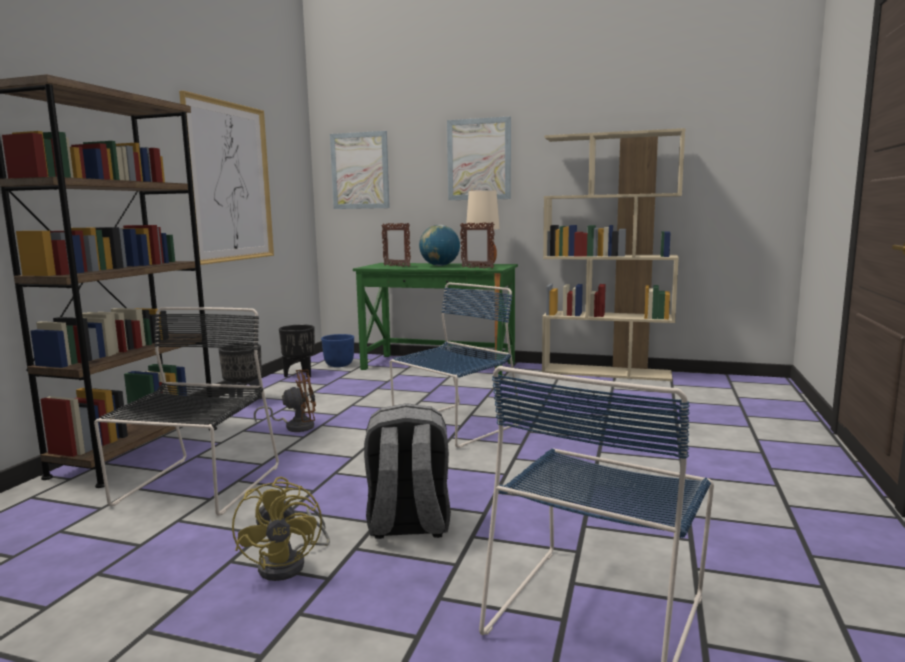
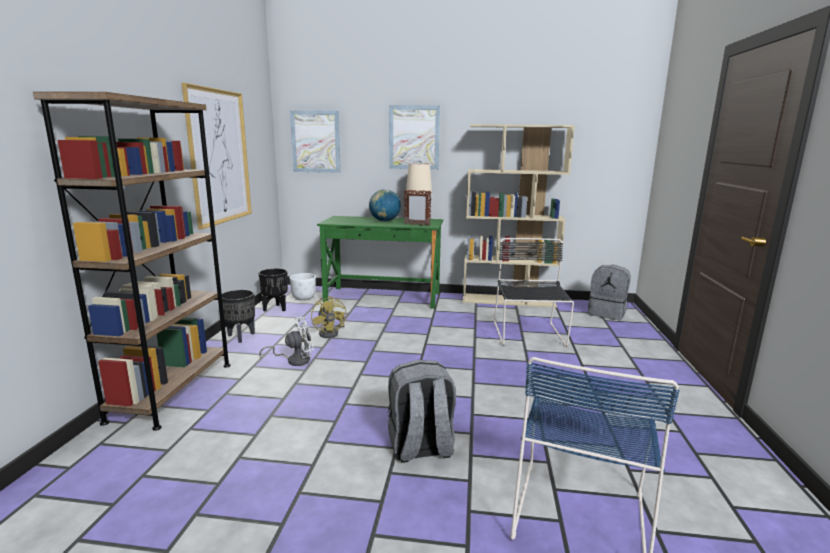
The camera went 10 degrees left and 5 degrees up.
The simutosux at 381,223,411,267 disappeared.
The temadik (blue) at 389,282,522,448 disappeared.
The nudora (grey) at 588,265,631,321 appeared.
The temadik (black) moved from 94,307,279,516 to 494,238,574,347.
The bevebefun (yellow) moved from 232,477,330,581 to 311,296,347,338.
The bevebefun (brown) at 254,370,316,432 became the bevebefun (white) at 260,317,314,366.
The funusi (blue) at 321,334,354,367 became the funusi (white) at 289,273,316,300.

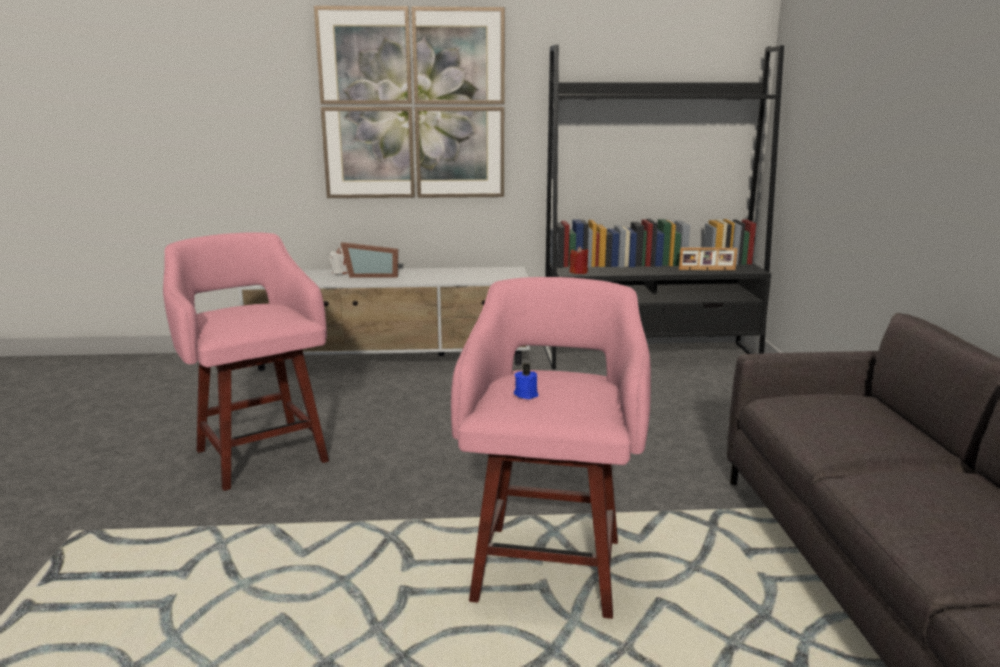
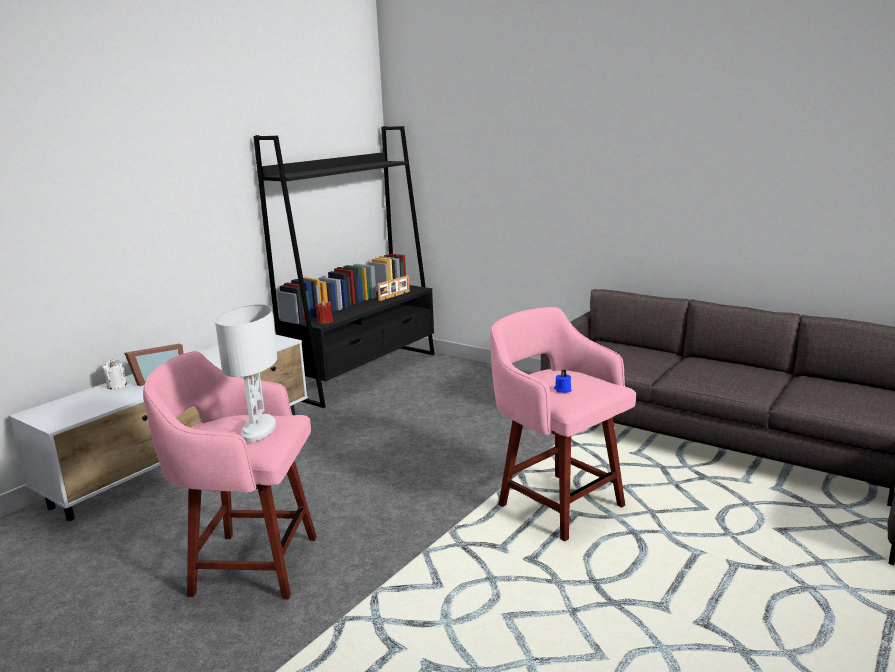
The camera went 50 degrees left and 0 degrees up.
The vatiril at 314,6,505,198 disappeared.
The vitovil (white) at 215,304,277,442 appeared.

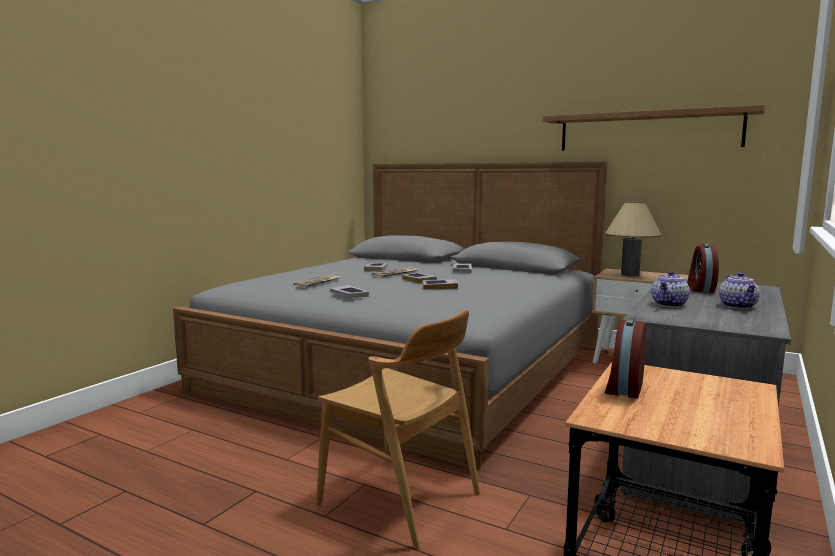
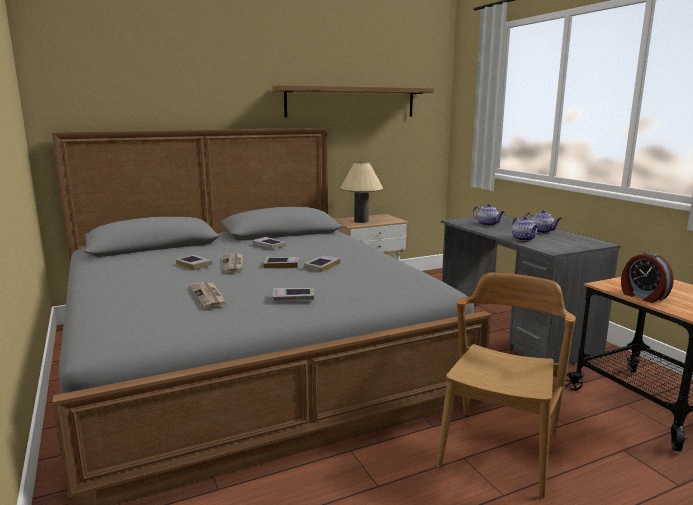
The camera went 55 degrees left and 5 degrees up.
The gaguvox at 687,244,719,292 was replaced by the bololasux at 473,204,505,226.
The temadik (brown) at 316,310,480,549 turned 45 degrees counterclockwise.

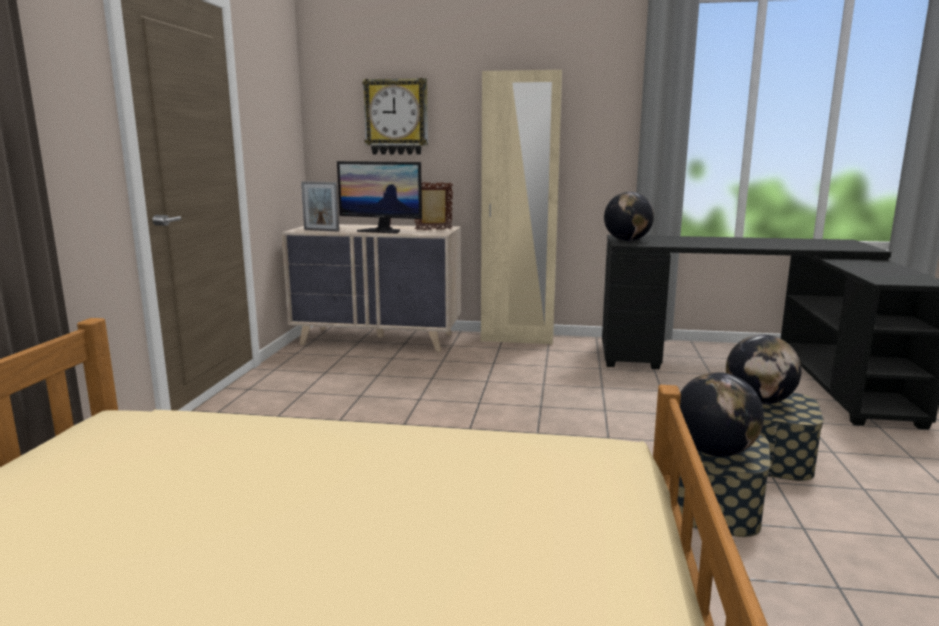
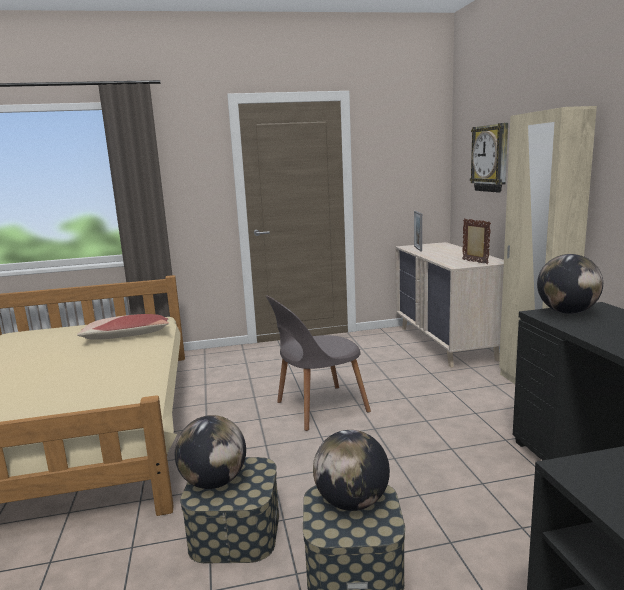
The camera went 70 degrees right and 0 degrees up.
The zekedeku at 337,161,422,234 disappeared.
The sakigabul at 77,314,169,340 appeared.
The temadik (grey) at 265,295,371,431 appeared.

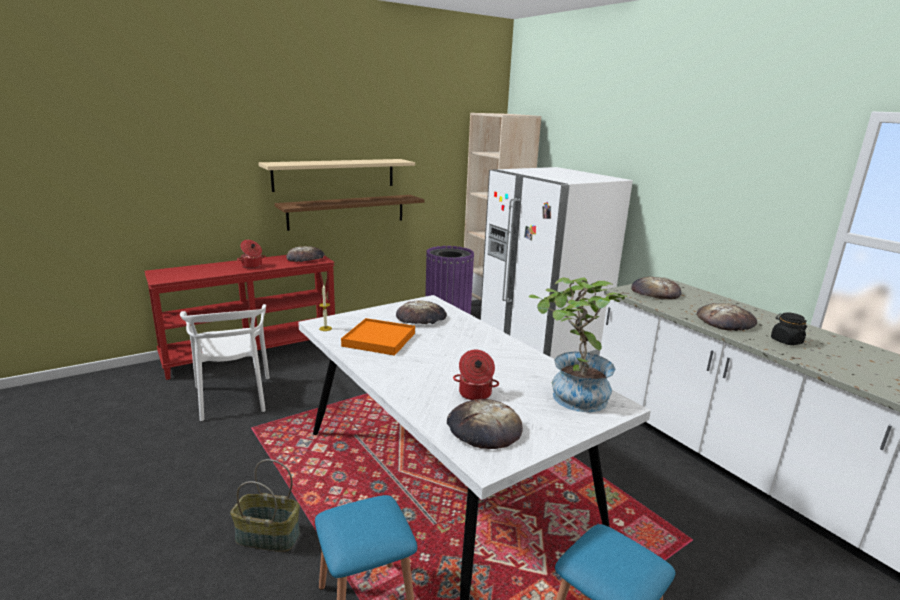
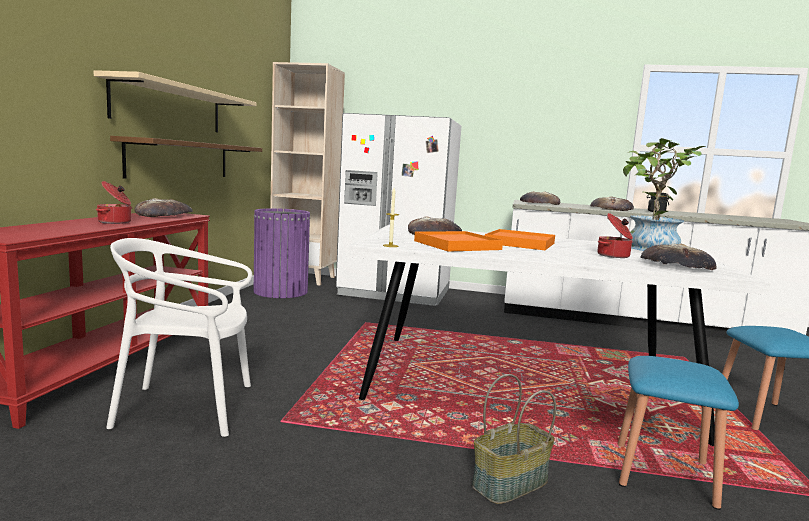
The camera went 45 degrees left and 10 degrees down.
The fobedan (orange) at 485,229,555,250 appeared.
The temadik (white) at 180,304,270,421 turned 150 degrees clockwise.

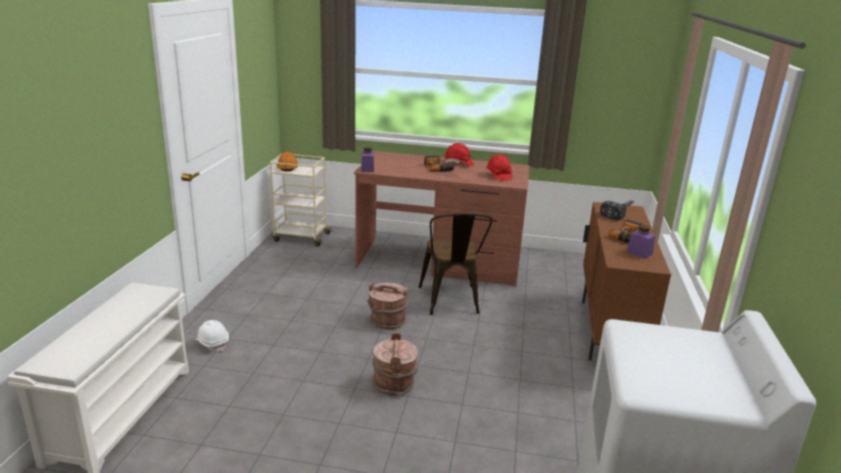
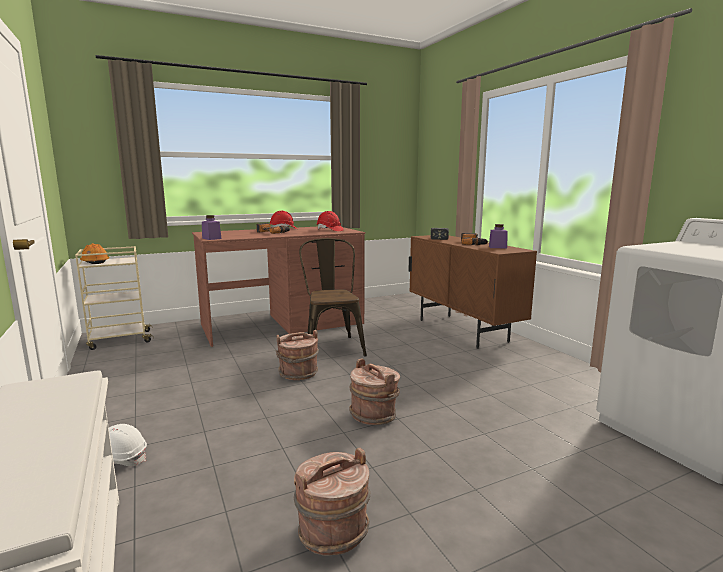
The camera went 35 degrees left and 10 degrees down.
The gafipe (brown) at 294,448,370,556 appeared.
The temadik (brown) at 419,213,493,315 turned 150 degrees counterclockwise.

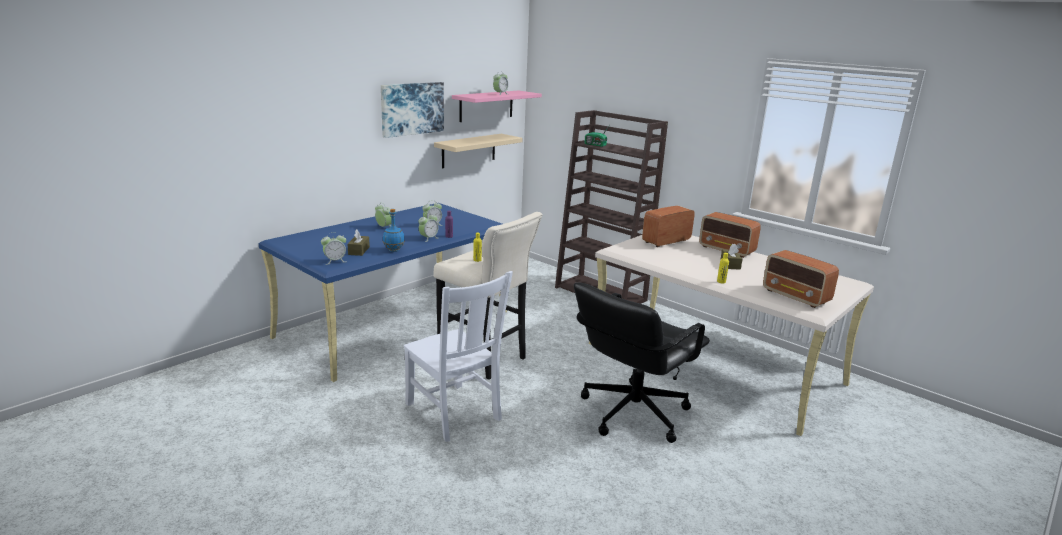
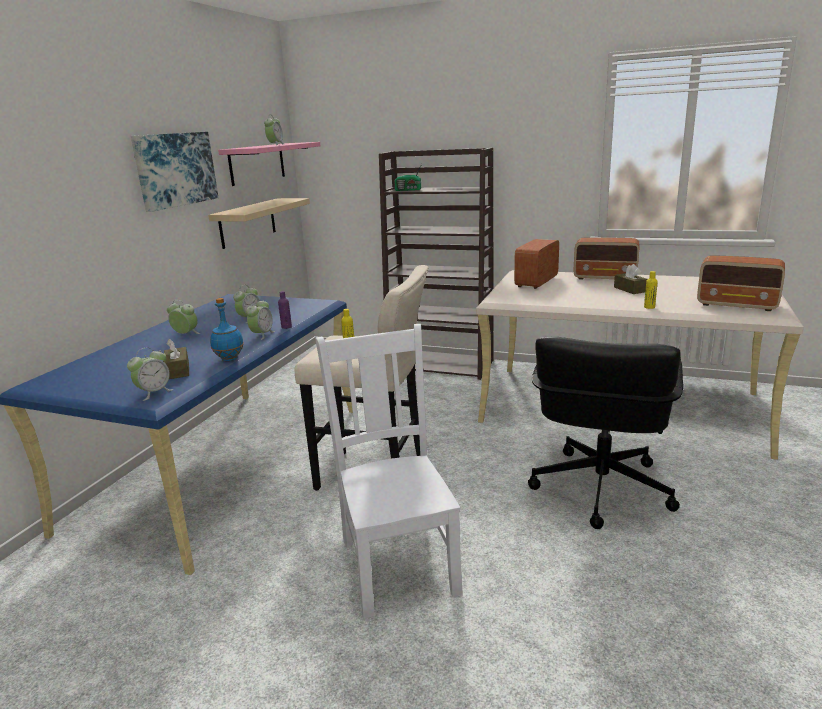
The camera went 20 degrees left and 0 degrees up.
The temadik (white) at 404,271,513,442 turned 135 degrees counterclockwise.

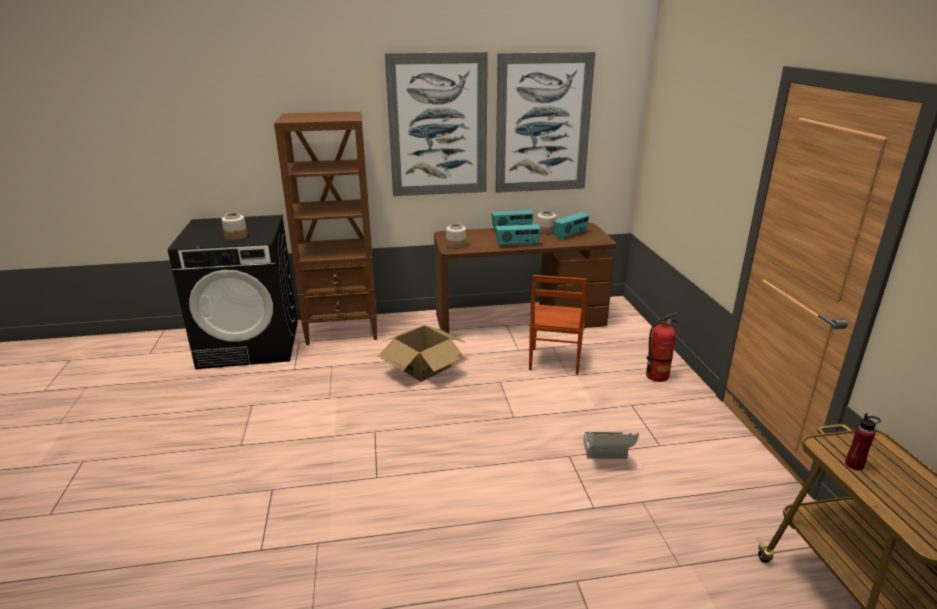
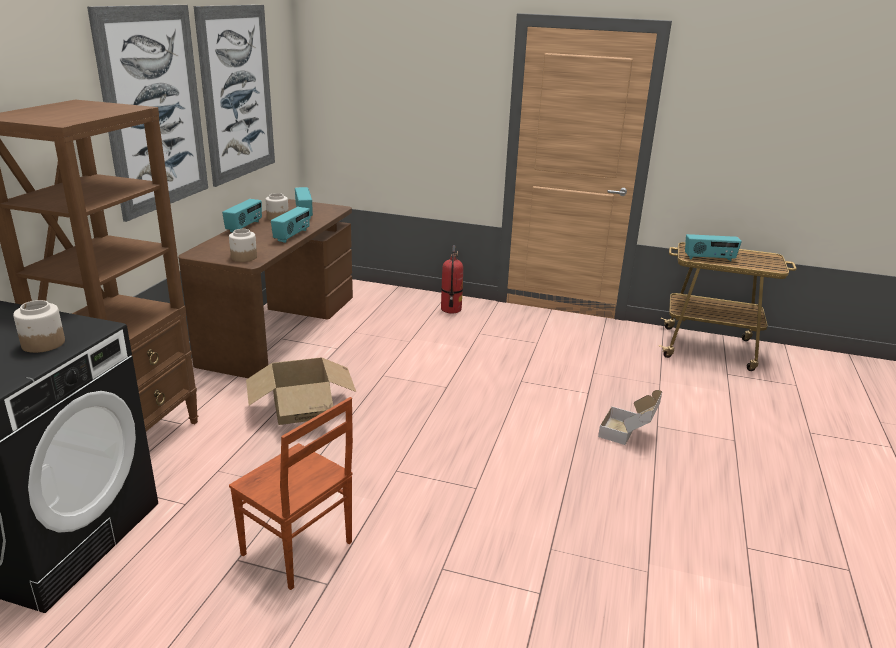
The camera went 65 degrees left and 0 degrees up.
The temadik (brown) moved from 529,275,587,375 to 229,397,353,590.
The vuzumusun moved from 583,432,639,459 to 598,390,662,445.
The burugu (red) at 845,413,881,470 was replaced by the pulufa at 685,234,742,261.

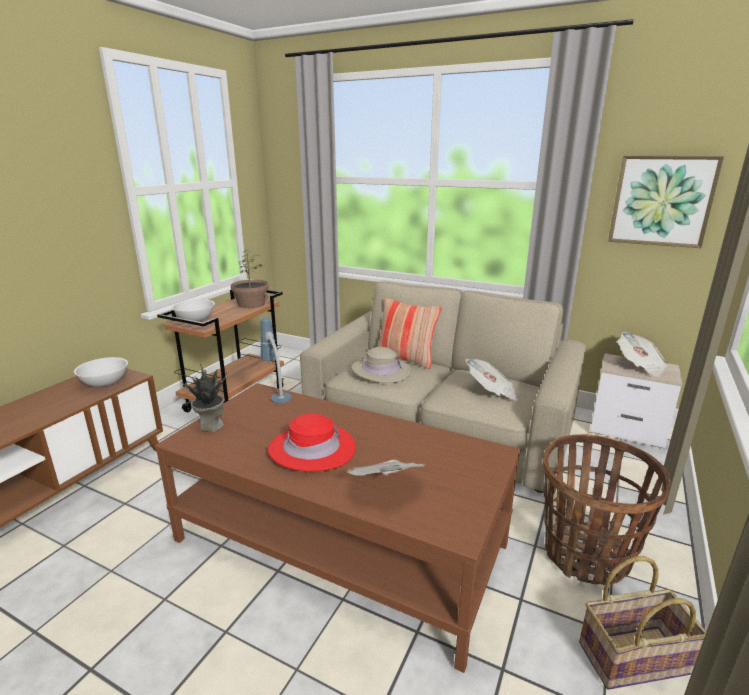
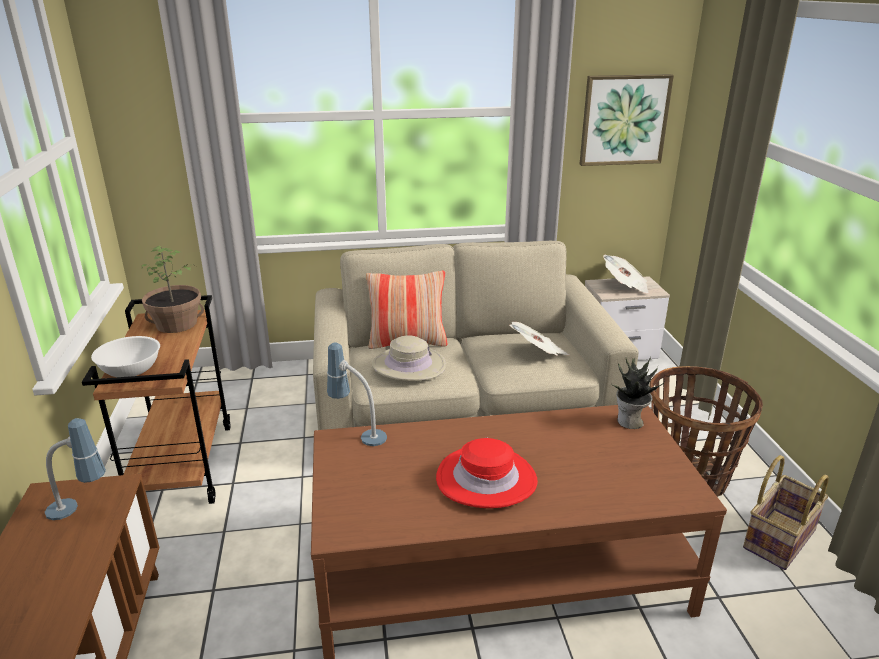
The camera went 35 degrees left and 5 degrees up.
The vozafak at 347,460,425,476 disappeared.
The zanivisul moved from 181,364,227,432 to 613,357,664,429.
The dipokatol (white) at 74,357,128,387 was replaced by the vitovil at 45,418,106,520.

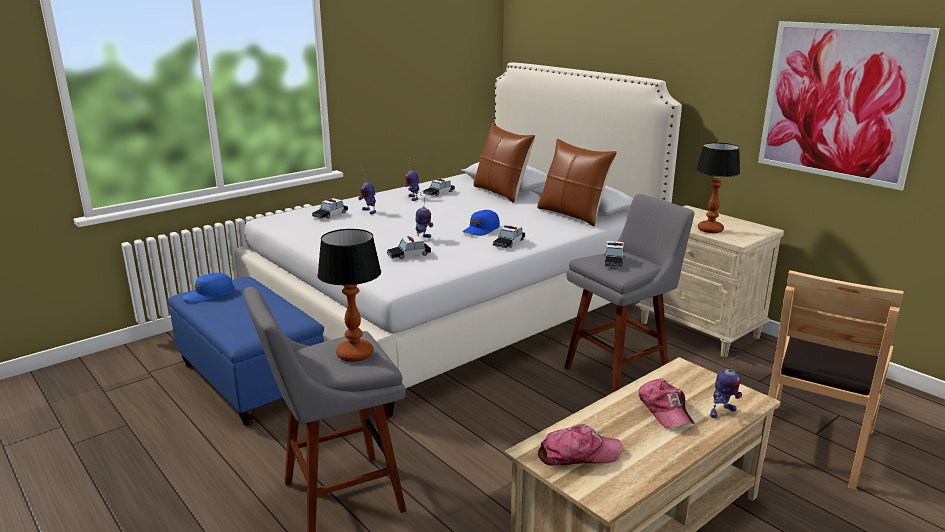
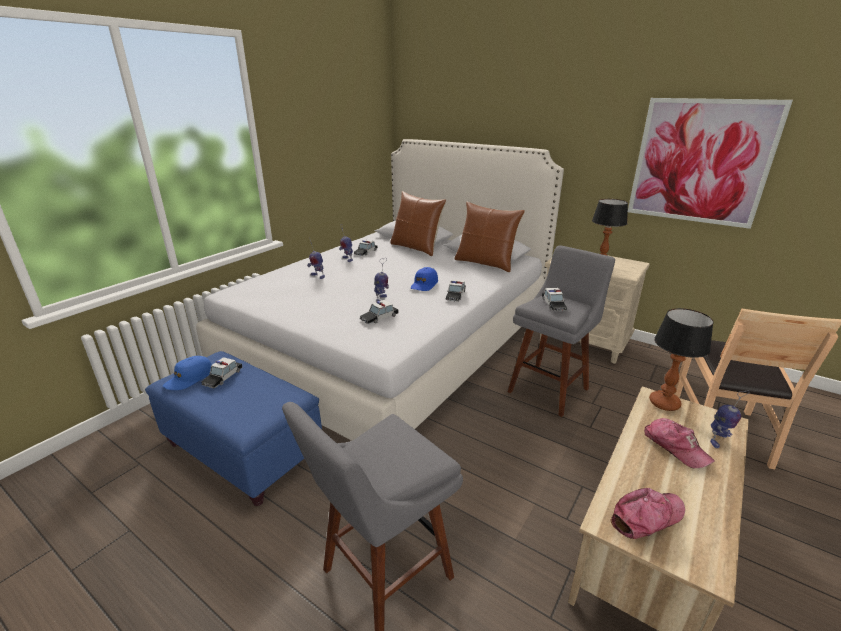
The camera went 15 degrees left and 5 degrees up.
The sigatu moved from 312,198,348,219 to 201,357,242,389.
The vitovil moved from 317,229,381,362 to 649,308,714,411.

